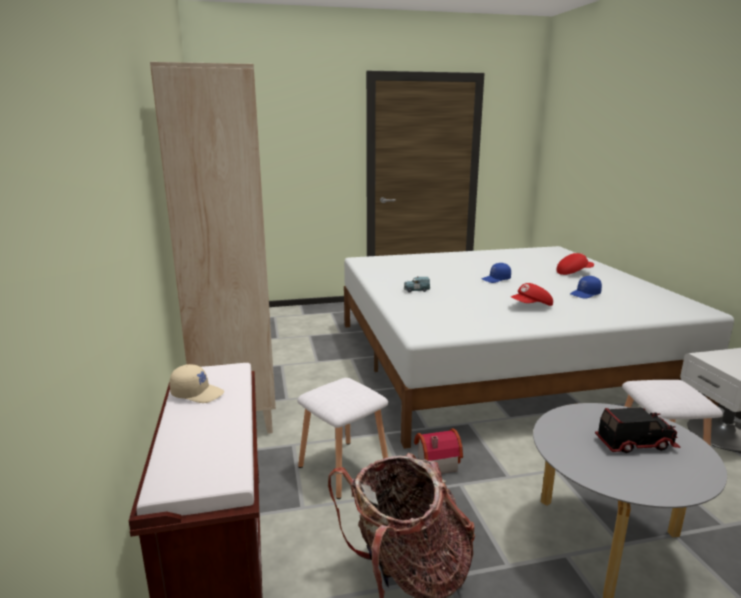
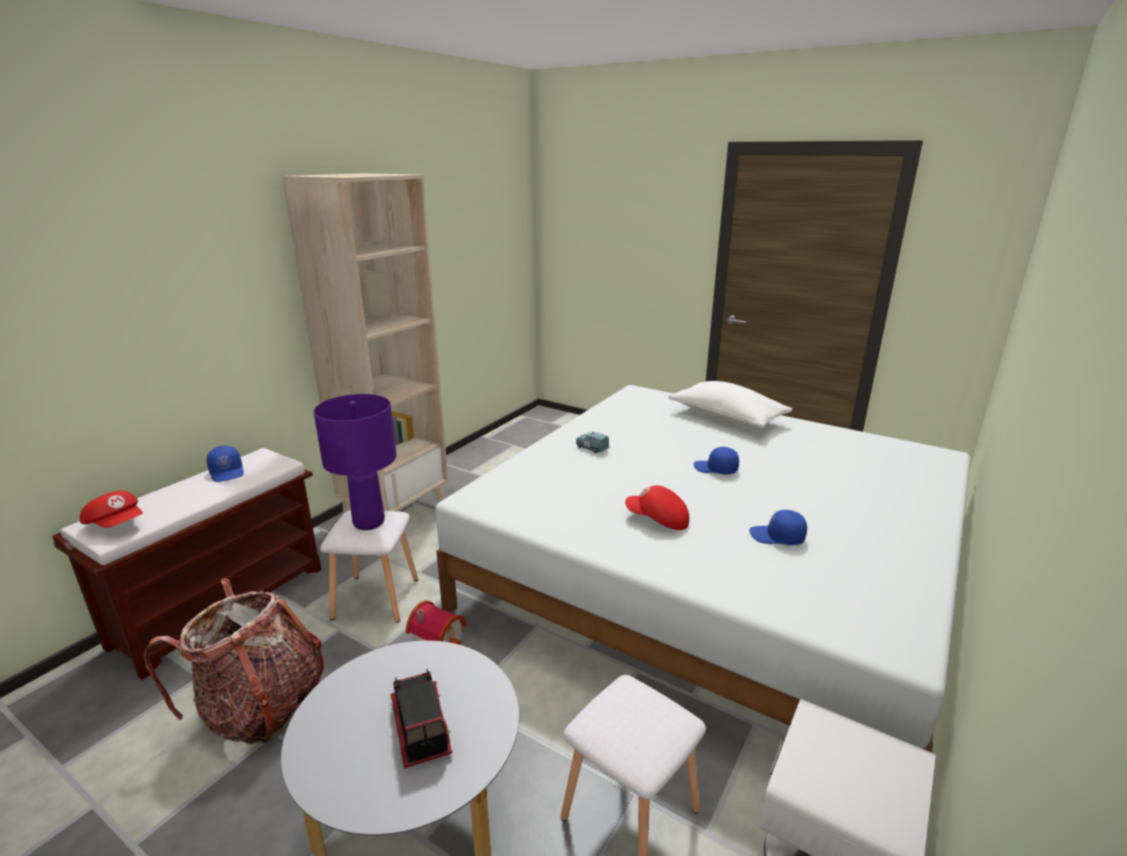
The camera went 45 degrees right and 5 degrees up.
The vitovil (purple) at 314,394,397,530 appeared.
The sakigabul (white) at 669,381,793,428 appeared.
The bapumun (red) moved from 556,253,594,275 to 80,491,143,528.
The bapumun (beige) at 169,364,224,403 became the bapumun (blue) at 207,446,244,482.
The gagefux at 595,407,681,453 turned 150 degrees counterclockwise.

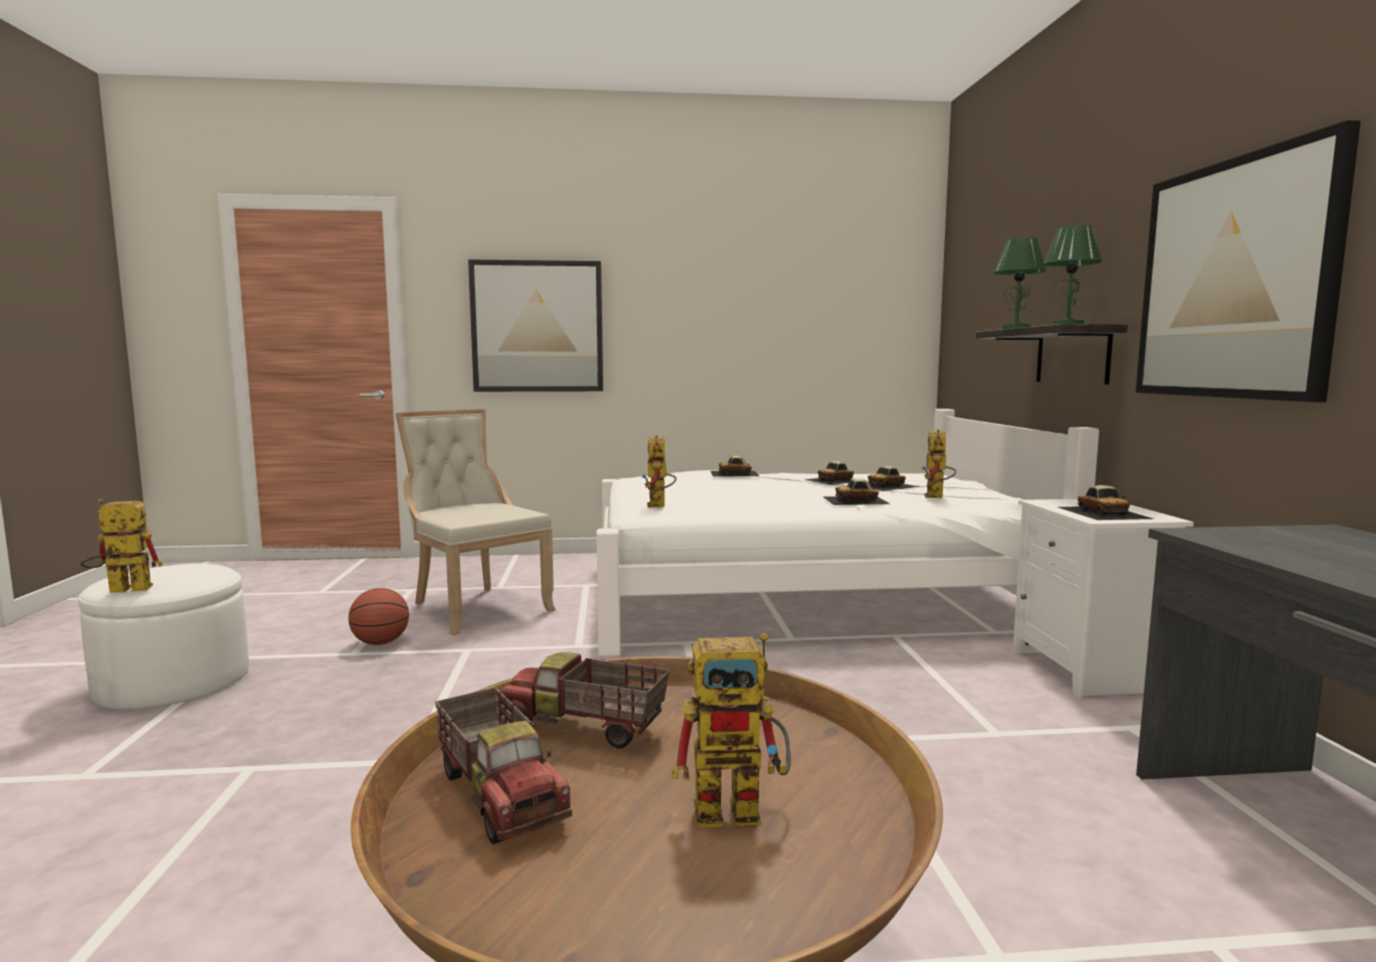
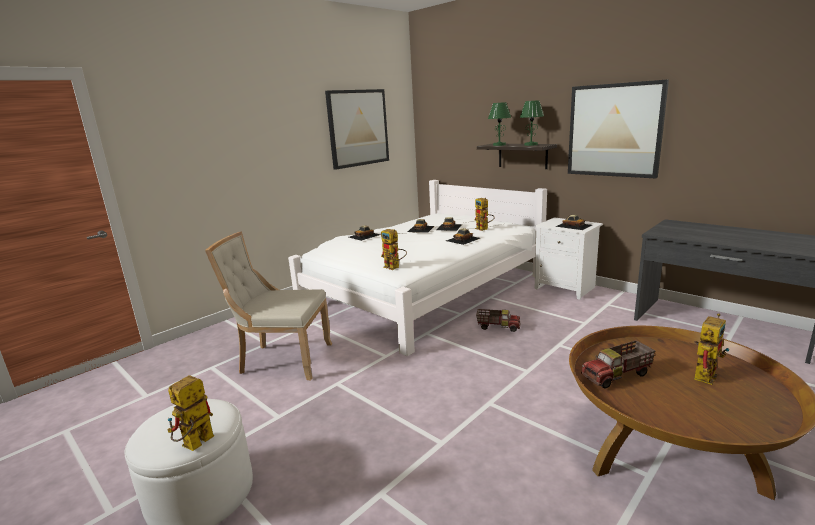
The camera went 40 degrees left and 10 degrees up.
The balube at 348,588,409,645 disappeared.
The gagefux moved from 435,687,572,844 to 476,309,520,332.
The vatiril moved from 468,259,603,392 to 325,89,389,170.

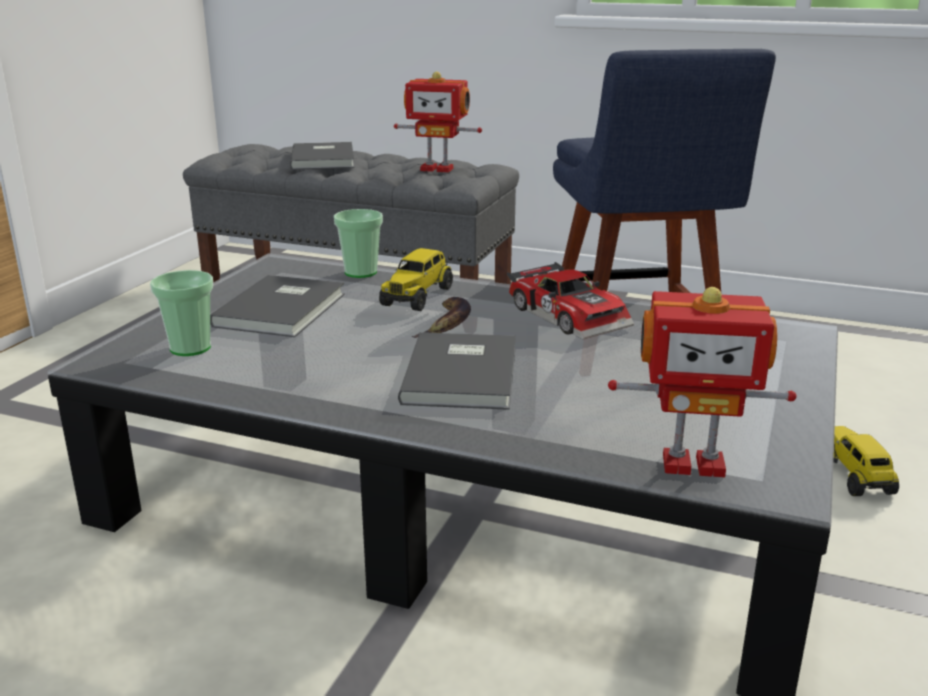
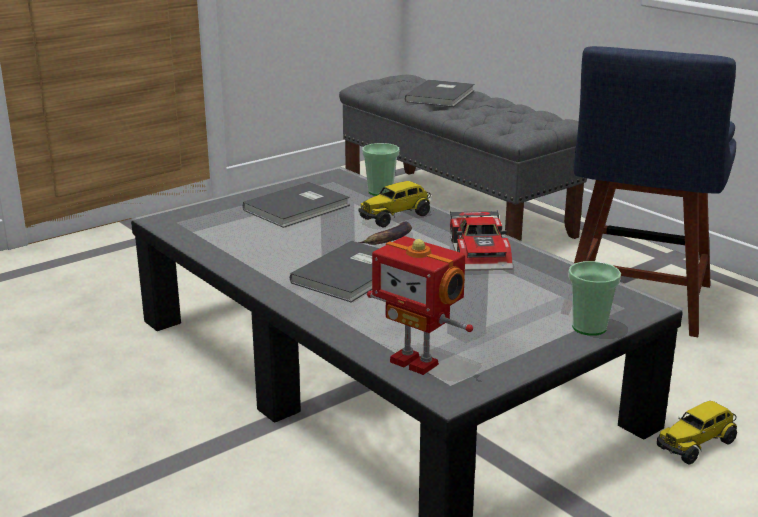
The camera went 30 degrees right and 0 degrees up.
The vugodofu at 394,71,482,173 disappeared.
The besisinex moved from 150,270,213,356 to 568,261,621,336.
The gagefux at 834,426,899,496 turned 150 degrees counterclockwise.

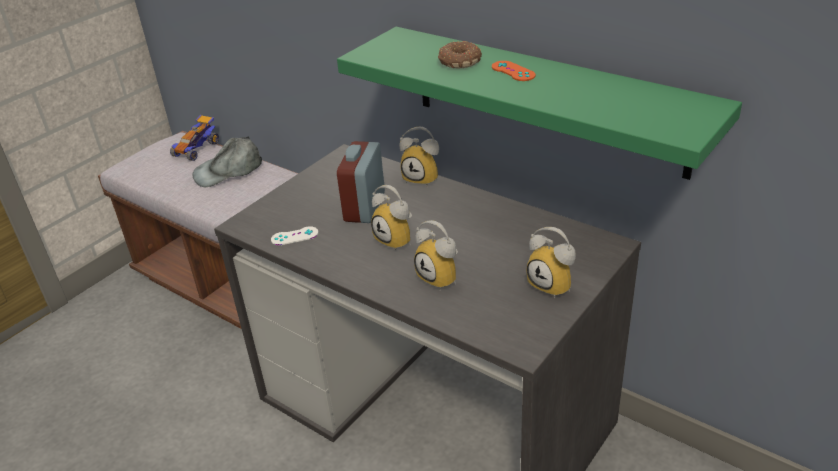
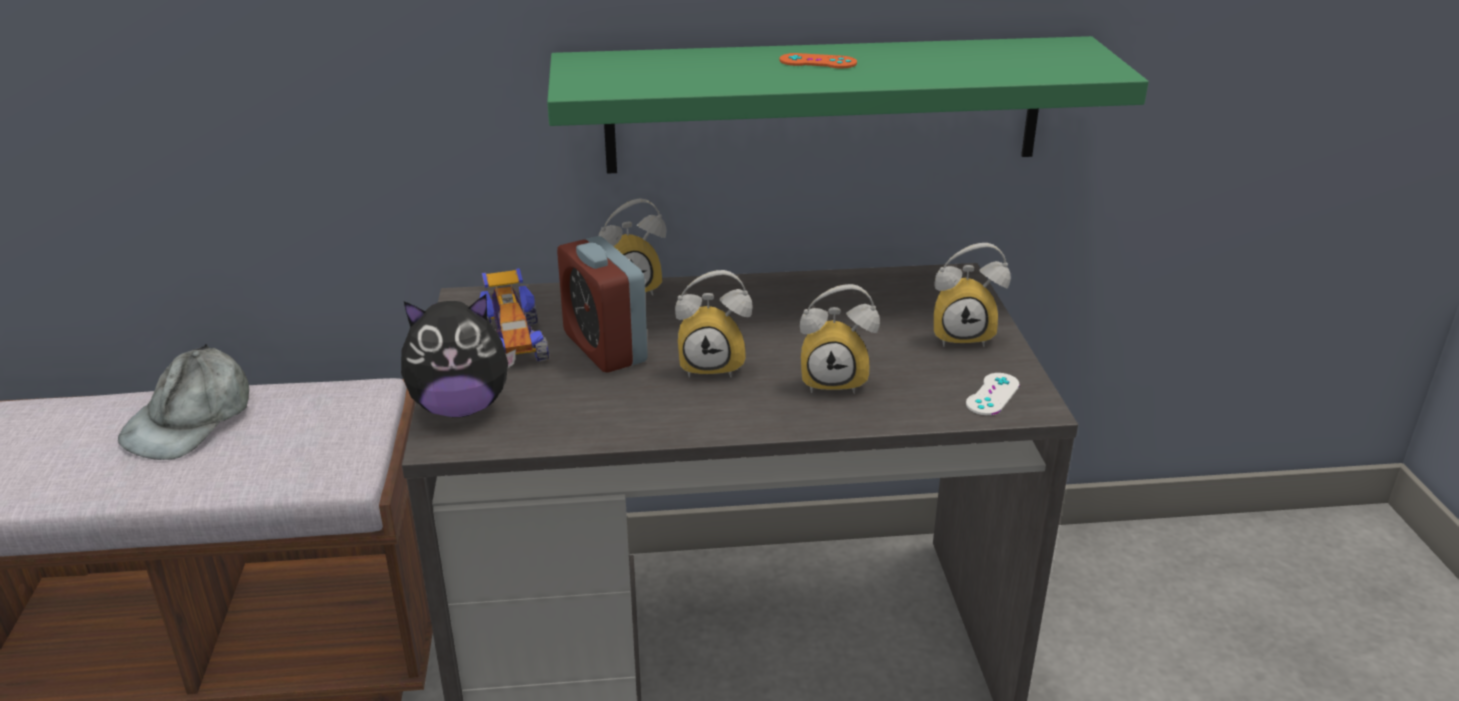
The camera went 45 degrees left and 5 degrees down.
The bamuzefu at 438,41,482,68 disappeared.
The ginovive at 401,294,516,417 appeared.
The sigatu moved from 170,115,219,161 to 479,268,549,362.
The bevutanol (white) moved from 271,226,318,245 to 966,373,1020,415.

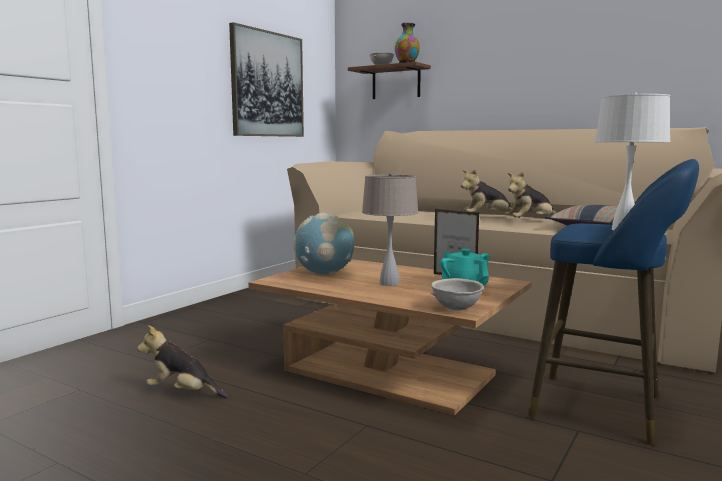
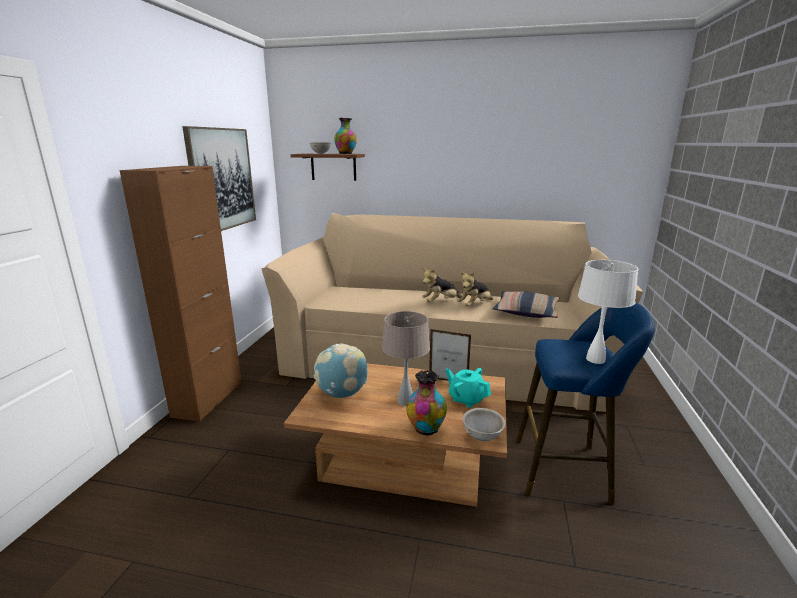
The camera went 20 degrees left and 10 degrees up.
The ginovive at 137,325,228,398 disappeared.
The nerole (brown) at 120,166,242,422 appeared.
The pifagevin at 406,370,447,436 appeared.

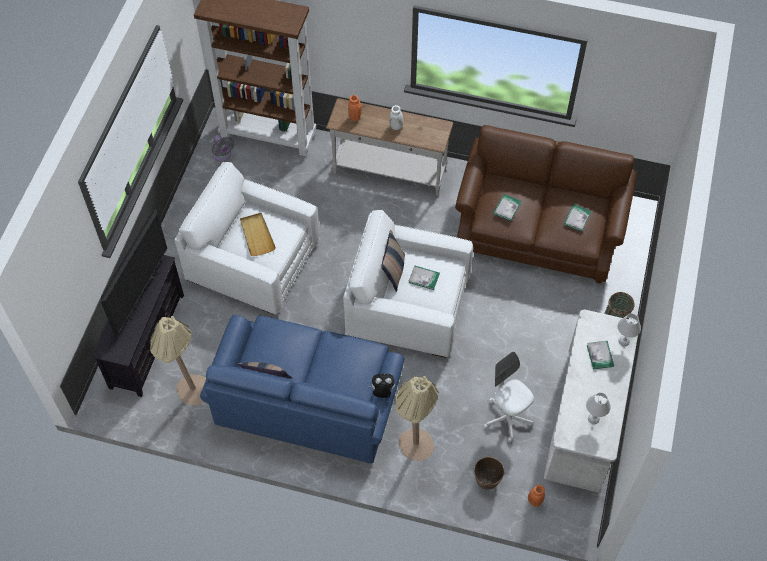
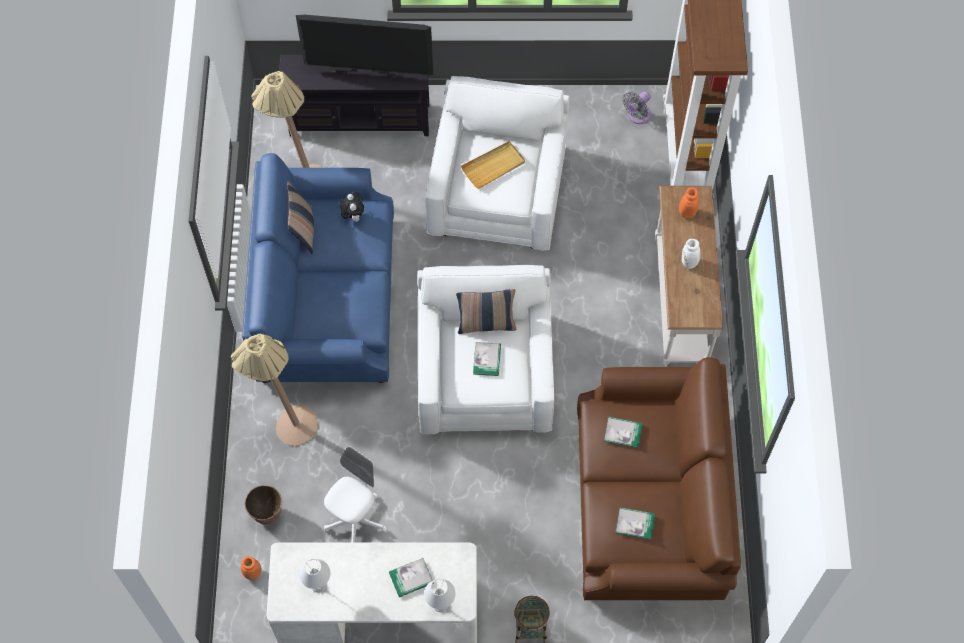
The camera went 75 degrees right and 5 degrees up.
The ginovive moved from 369,374,395,398 to 340,192,364,222.

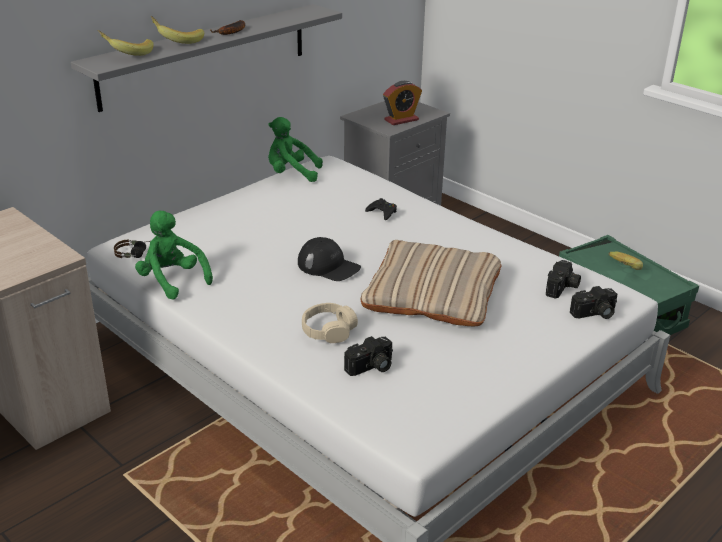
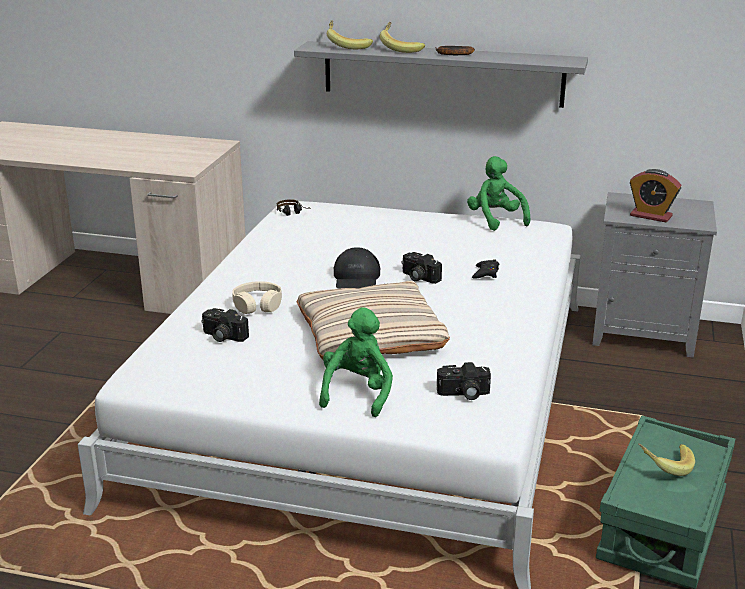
The camera went 60 degrees right and 5 degrees down.
The ginovive (green) moved from 135,210,213,300 to 319,307,393,417.
The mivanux moved from 570,286,617,319 to 402,252,442,284.

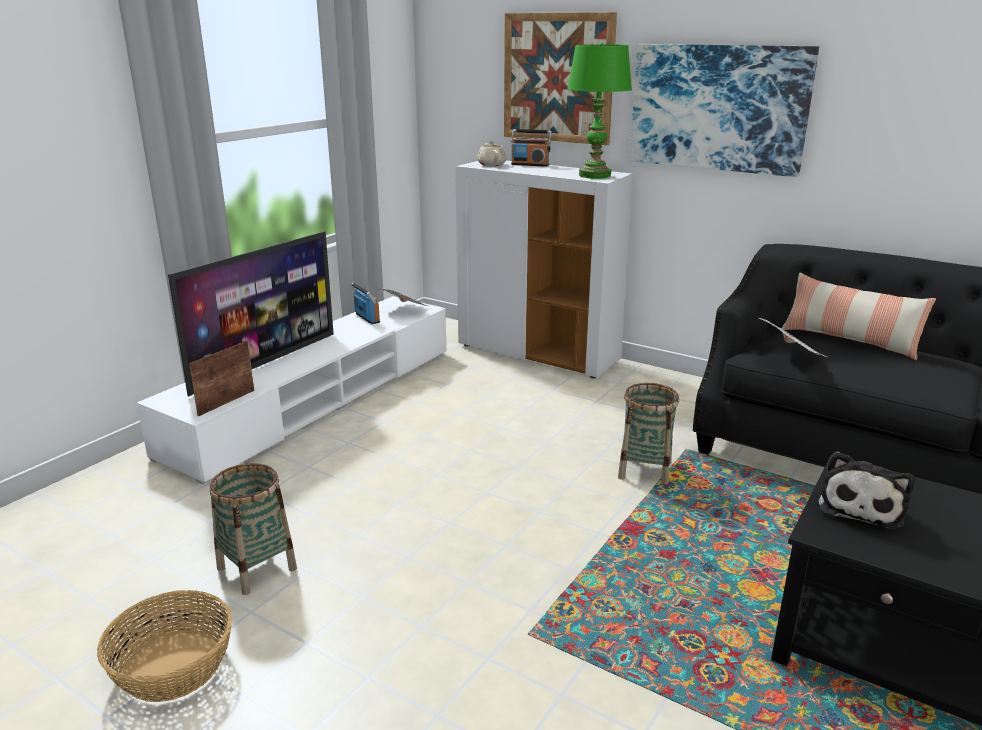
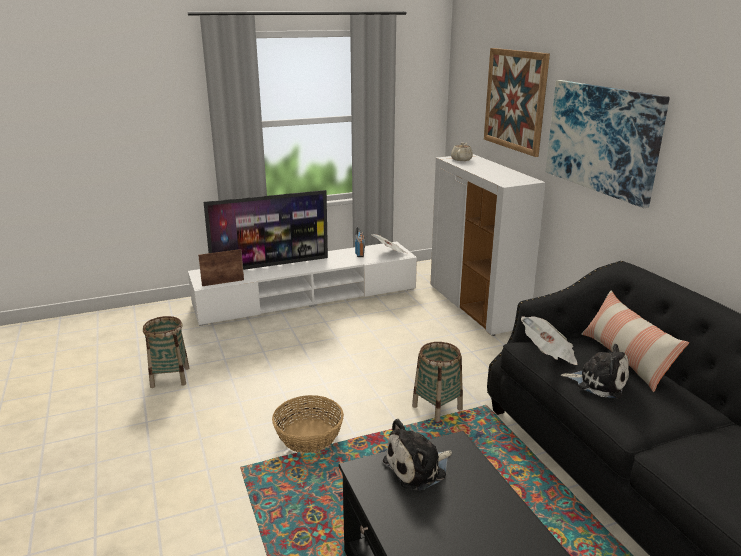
The camera went 35 degrees right and 0 degrees up.
The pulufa at 511,129,552,167 disappeared.
The vitovil (green) at 567,43,632,179 disappeared.
The ginovive at 561,344,629,398 appeared.
The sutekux moved from 97,590,232,702 to 272,395,344,453.

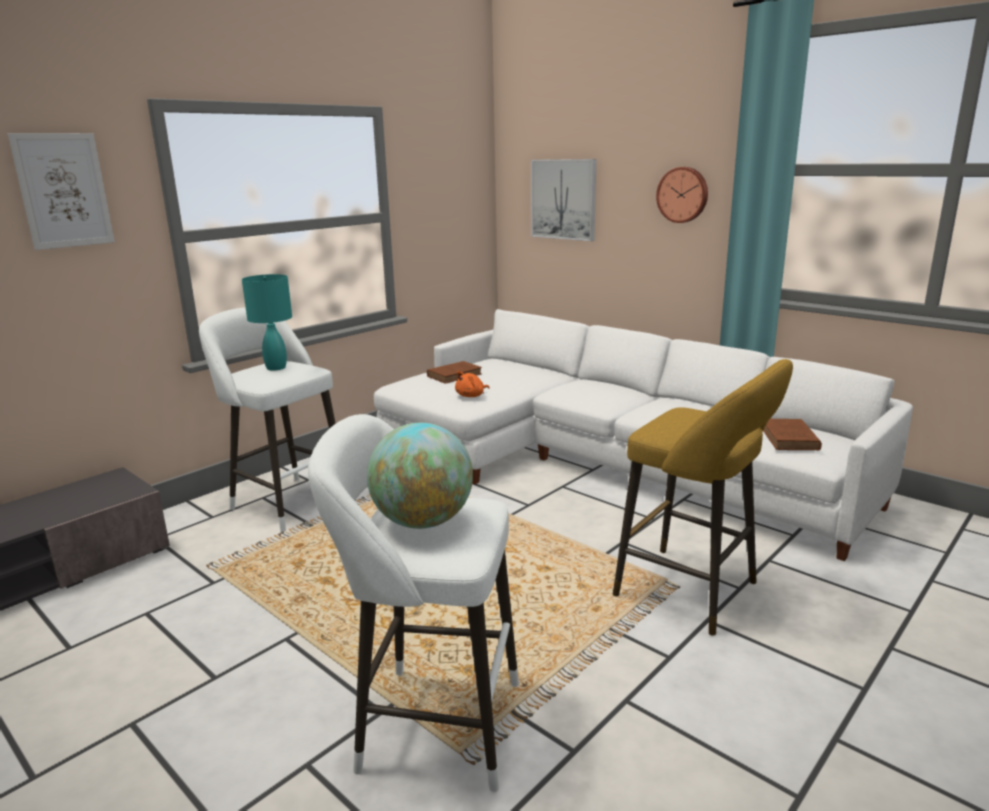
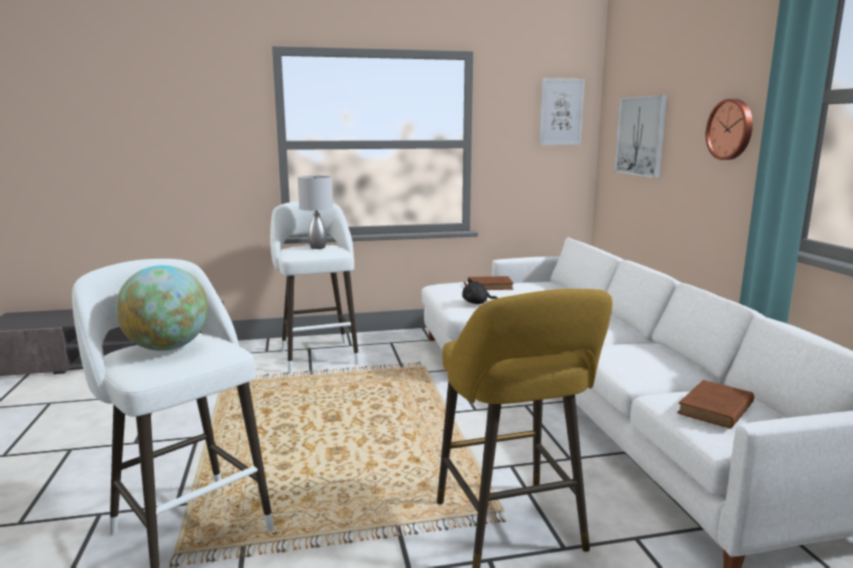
The camera went 35 degrees right and 5 degrees down.
The vatiril moved from 8,133,115,250 to 539,78,585,145.
The vitovil (turquoise) at 242,274,292,371 became the vitovil (grey) at 298,176,333,249.
The ginovive (orange) at 455,371,490,397 became the ginovive (black) at 462,278,498,304.

